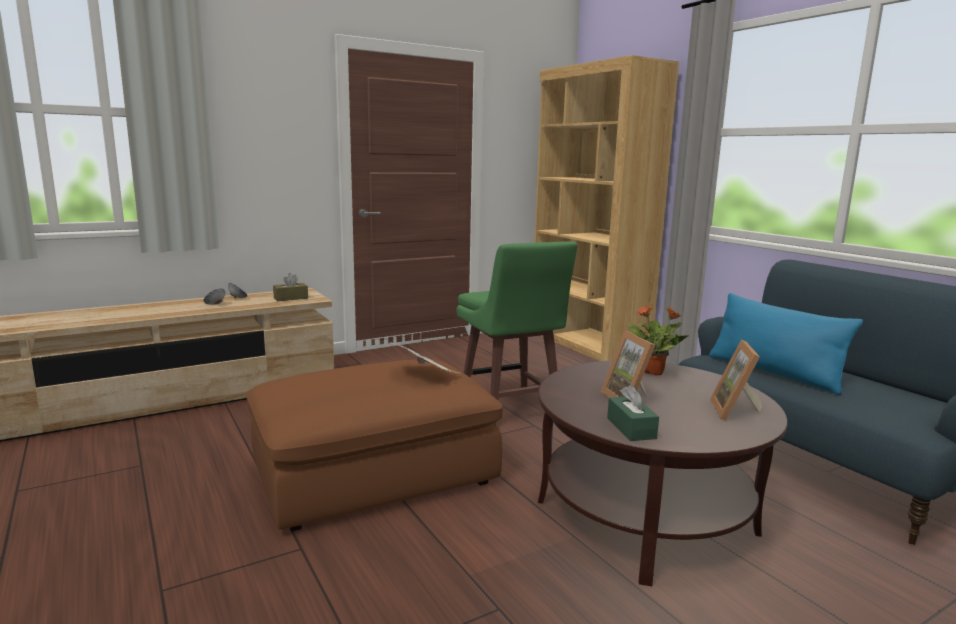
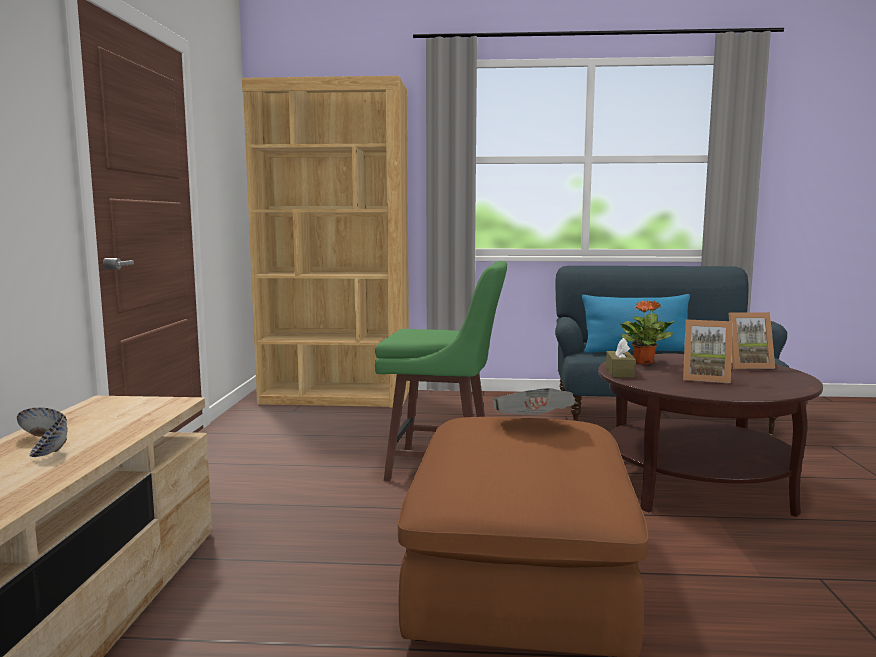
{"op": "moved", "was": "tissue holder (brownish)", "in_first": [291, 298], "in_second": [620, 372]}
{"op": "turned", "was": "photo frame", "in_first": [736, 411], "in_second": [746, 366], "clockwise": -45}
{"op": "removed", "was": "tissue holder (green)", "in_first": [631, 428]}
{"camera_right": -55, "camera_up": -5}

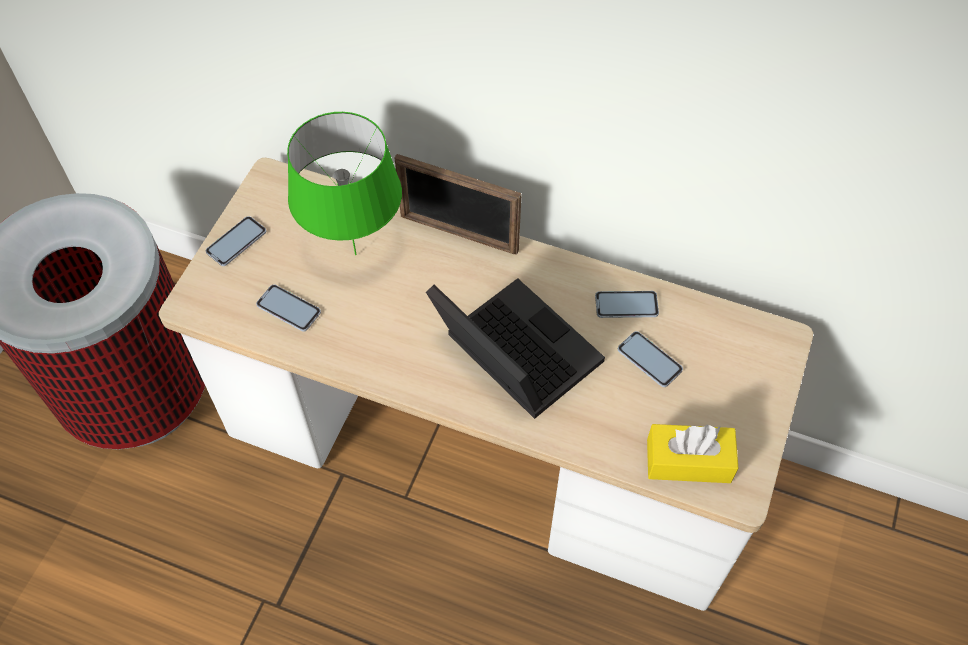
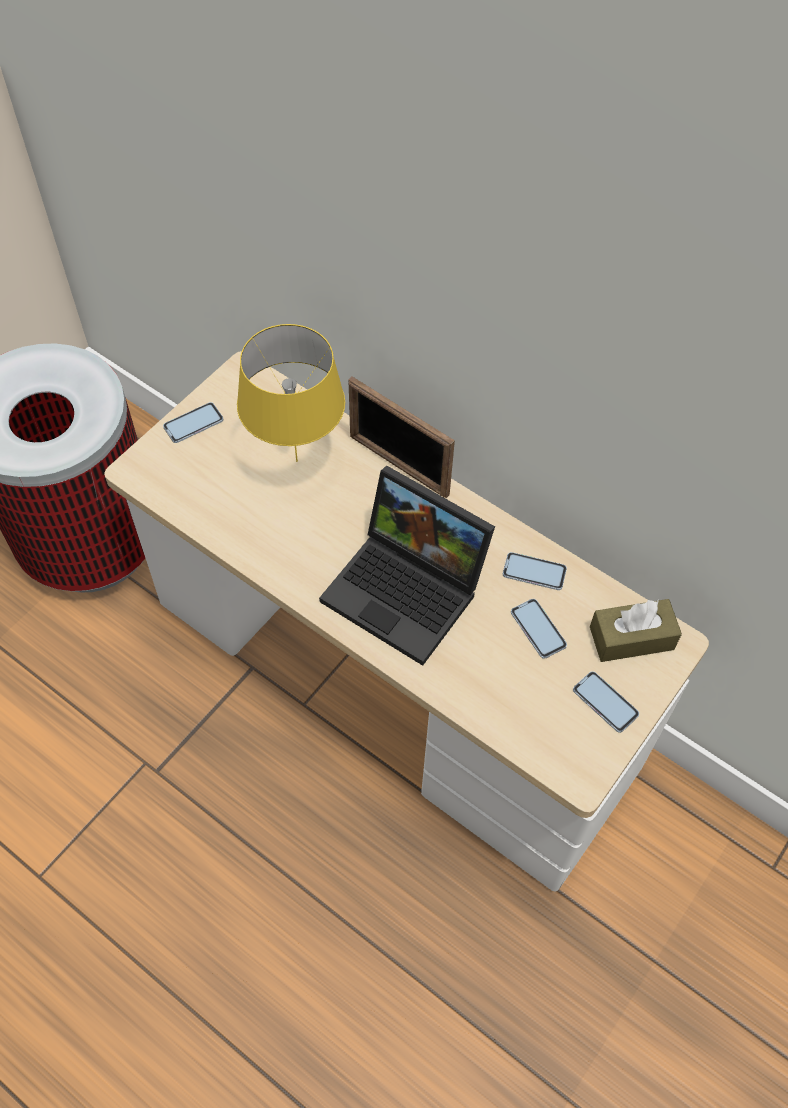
{"op": "recoloured", "was": "table lamp (green)", "now": "table lamp (yellow)", "in_first": [356, 253], "in_second": [297, 460]}
{"op": "turned", "was": "notebook computer", "in_first": [511, 354], "in_second": [408, 590], "clockwise": 150}
{"op": "moved", "was": "telephone", "in_first": [288, 308], "in_second": [605, 702]}
{"op": "added", "now": "tissue holder (brownish)", "in_second": [631, 638]}
{"op": "removed", "was": "tissue holder (yellow)", "in_first": [688, 461]}
{"camera_right": 15, "camera_up": 0}

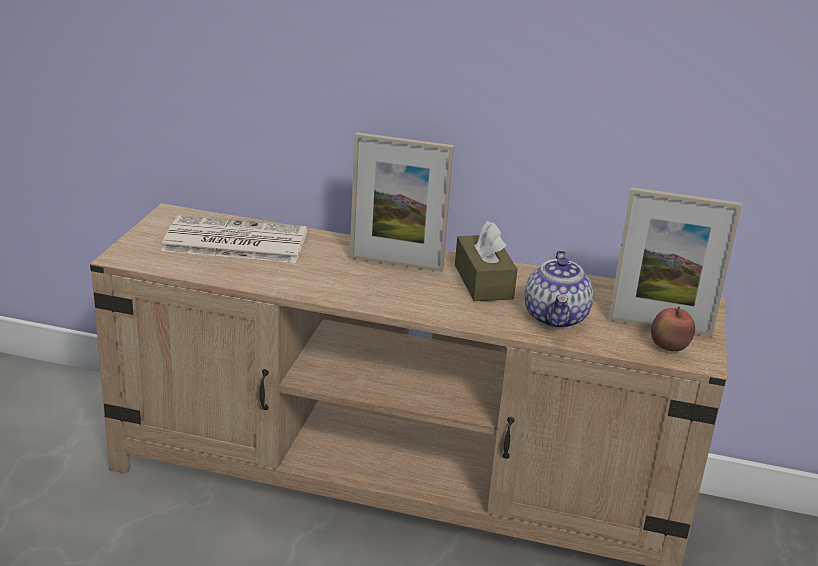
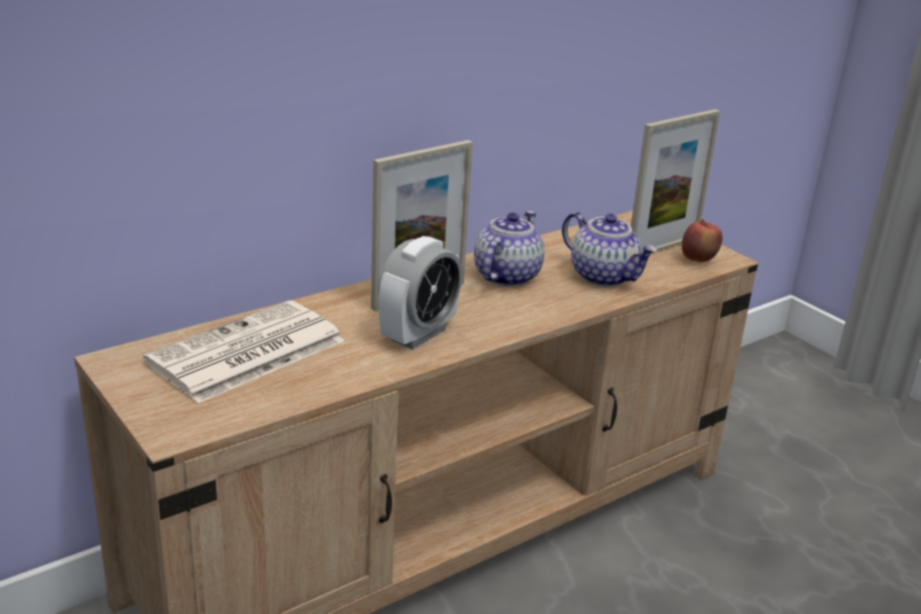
{"op": "added", "now": "bedside clock", "in_second": [418, 334]}
{"op": "replaced", "was": "tissue holder (brownish)", "now": "teapot", "in_first": [483, 282], "in_second": [506, 276]}
{"camera_right": -50, "camera_up": 0}

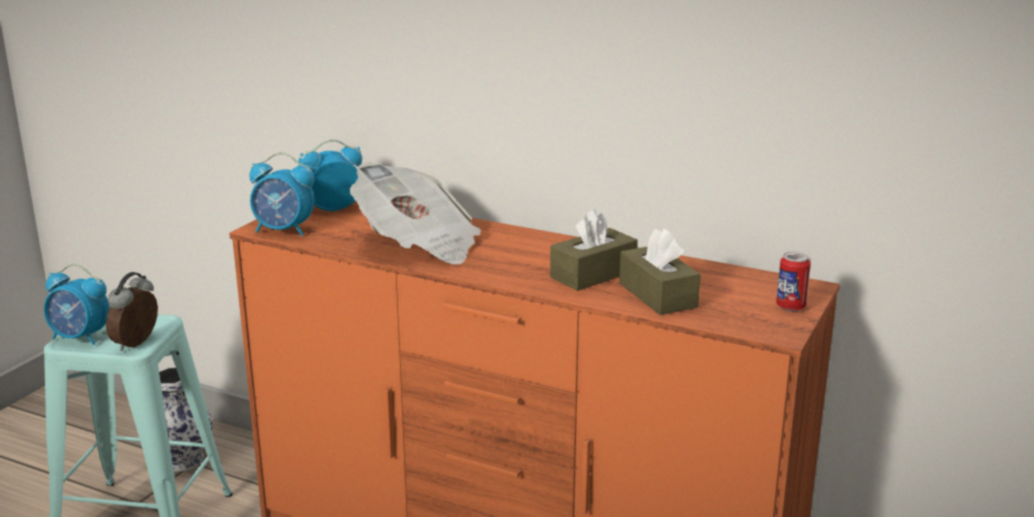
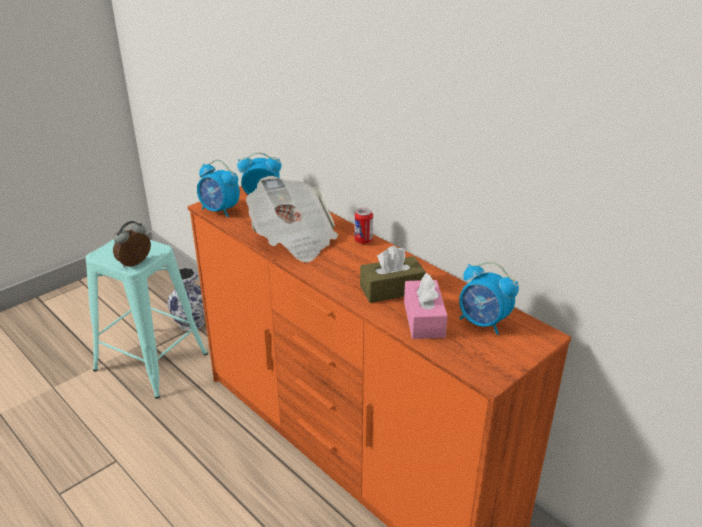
{"op": "moved", "was": "metal can", "in_first": [790, 307], "in_second": [363, 241]}
{"op": "recoloured", "was": "tissue holder (brownish)", "now": "tissue holder (pink)", "in_first": [657, 295], "in_second": [424, 319]}
{"op": "moved", "was": "bedside clock", "in_first": [80, 338], "in_second": [483, 323]}
{"camera_right": 20, "camera_up": 10}

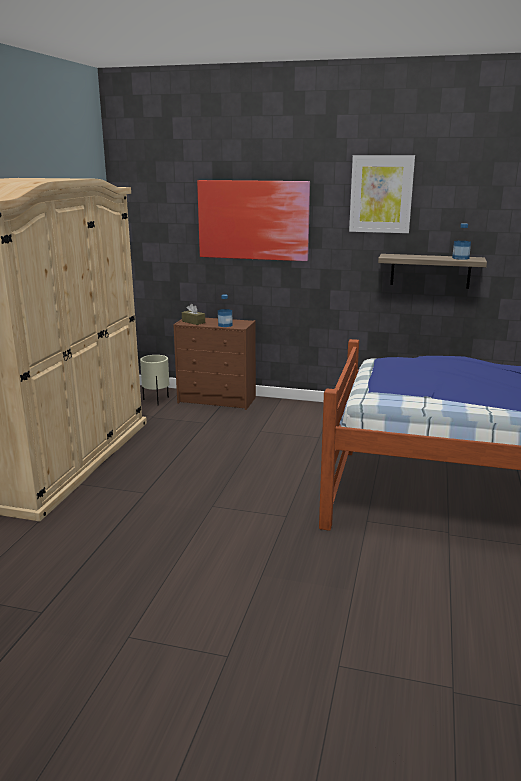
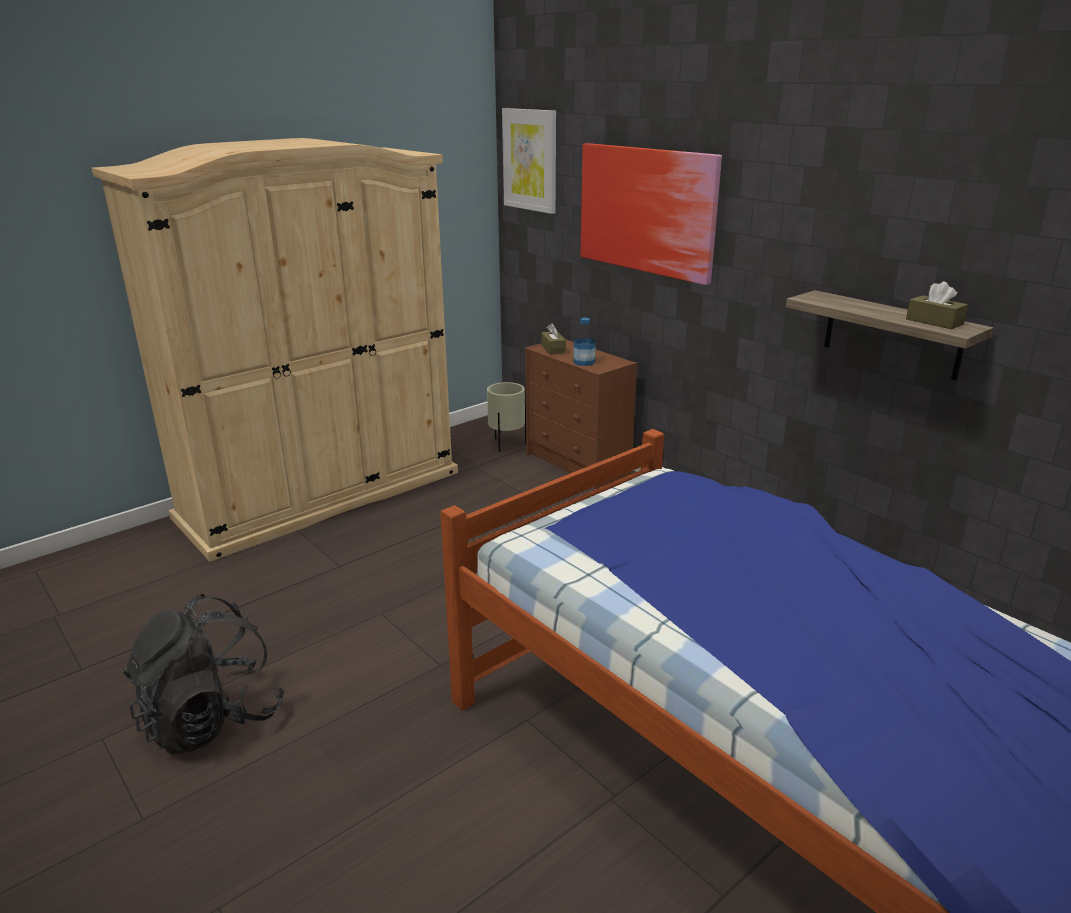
{"op": "added", "now": "knapsack (black)", "in_second": [212, 719]}
{"op": "moved", "was": "wall picture", "in_first": [381, 194], "in_second": [530, 160]}
{"op": "replaced", "was": "beverage bottle", "now": "tissue holder (brownish)", "in_first": [460, 258], "in_second": [934, 322]}
{"camera_right": 35, "camera_up": 5}

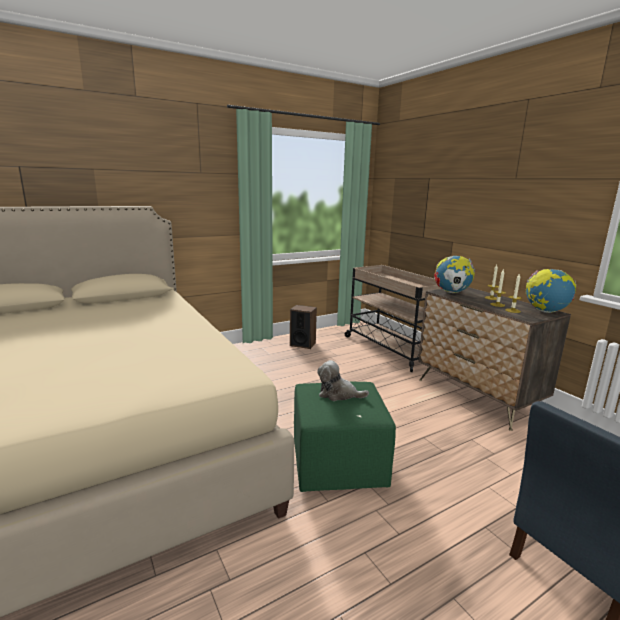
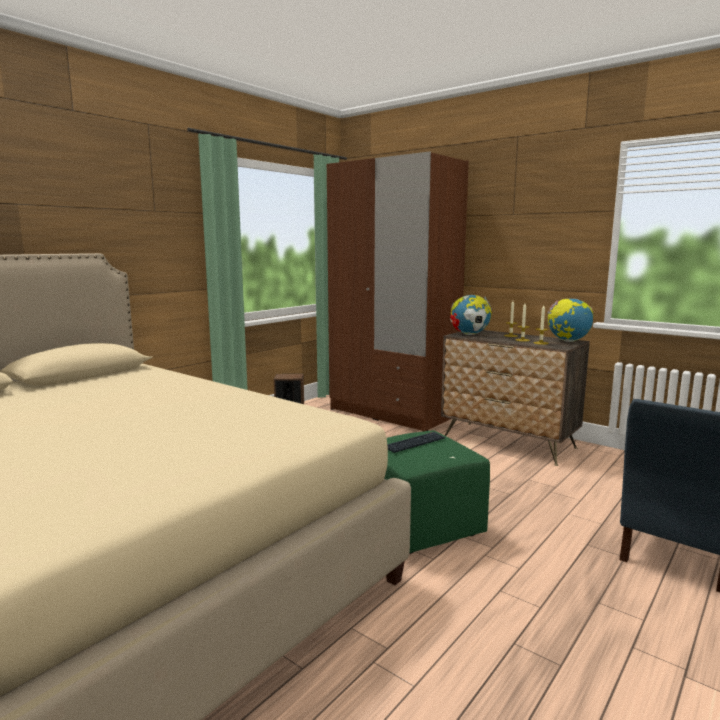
{"op": "replaced", "was": "cart (sand-coloured)", "now": "armoire (brownish)", "in_first": [391, 348], "in_second": [393, 412]}
{"op": "replaced", "was": "plush toy", "now": "PC keyboard", "in_first": [338, 394], "in_second": [415, 443]}
{"camera_right": -20, "camera_up": -5}

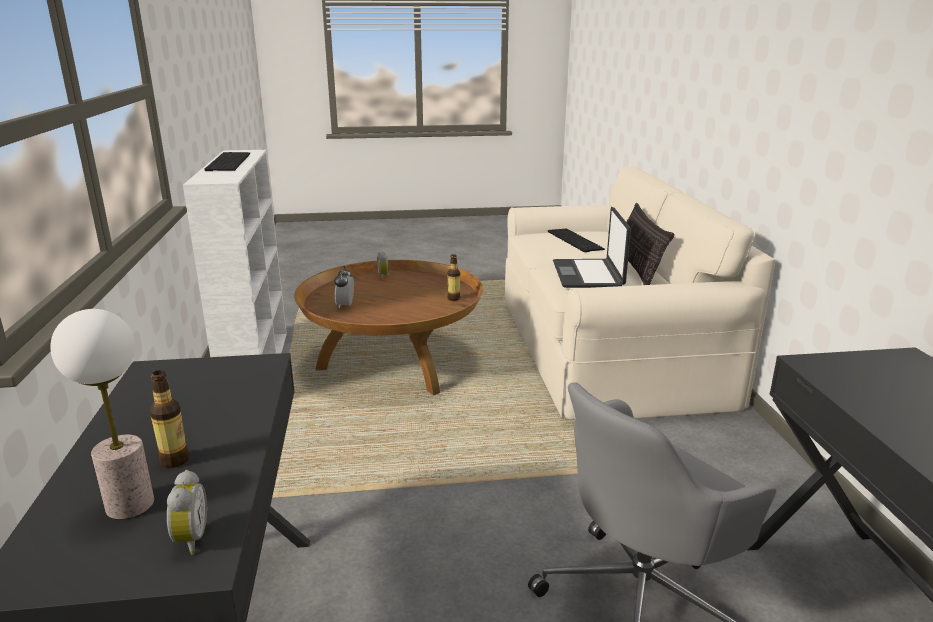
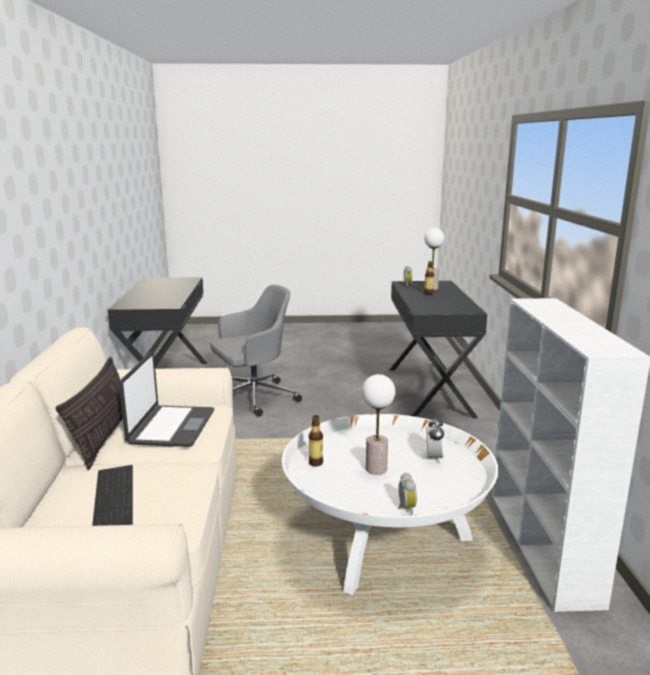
{"op": "recoloured", "was": "low table (brownish)", "now": "low table (whitish)", "in_first": [393, 365], "in_second": [385, 541]}
{"op": "added", "now": "table lamp", "in_second": [376, 469]}
{"op": "removed", "was": "PC keyboard", "in_first": [227, 161]}
{"camera_right": -175, "camera_up": -5}

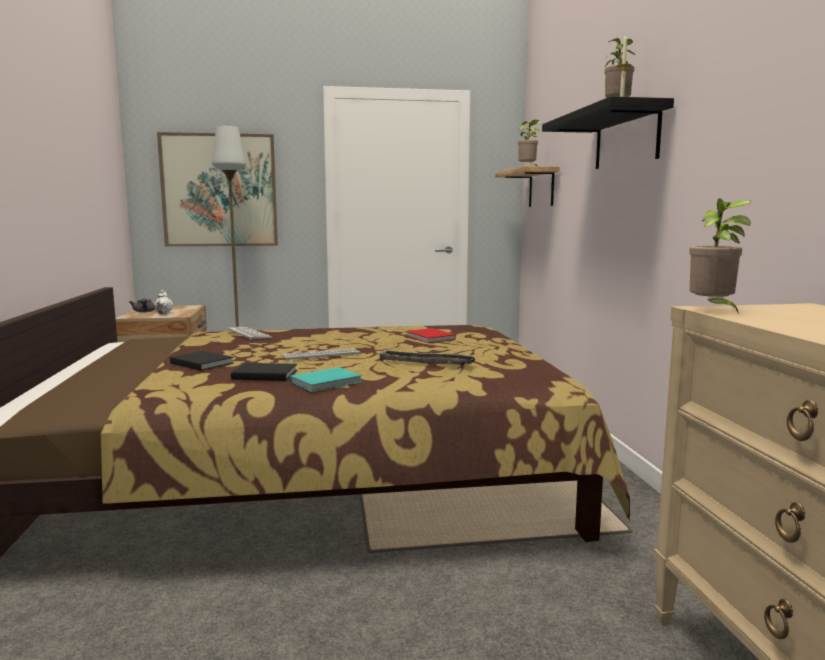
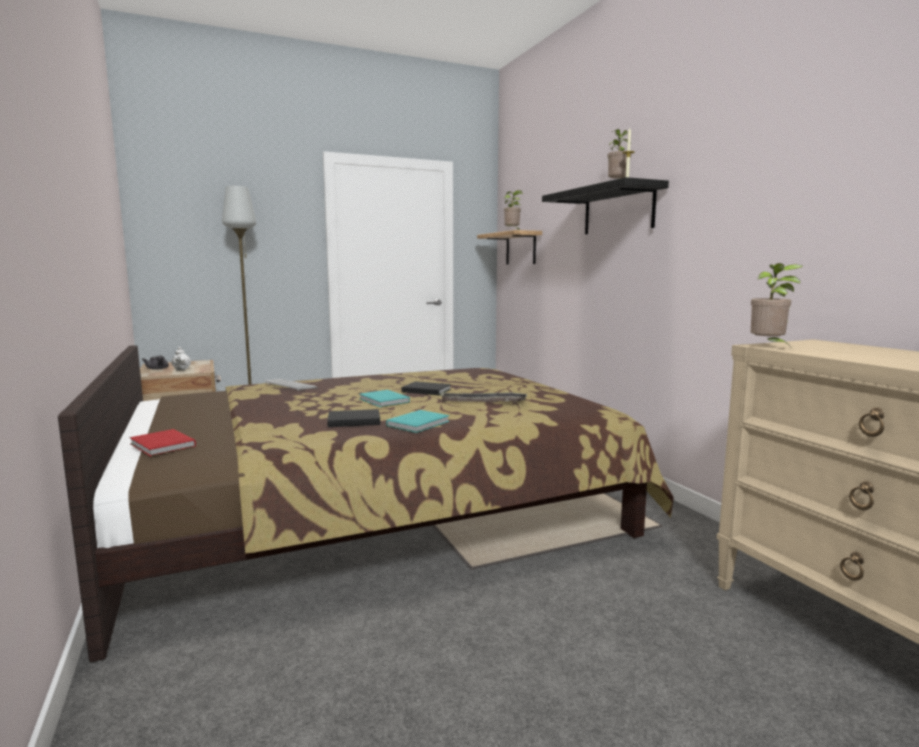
{"op": "moved", "was": "volume (reddish)", "in_first": [430, 338], "in_second": [162, 446]}
{"op": "replaced", "was": "PC keyboard", "now": "volume (turquoise-coloured)", "in_first": [320, 355], "in_second": [384, 401]}
{"op": "moved", "was": "volume (black)", "in_first": [202, 363], "in_second": [425, 390]}
{"op": "removed", "was": "wall picture", "in_first": [219, 190]}
{"camera_right": -15, "camera_up": 0}

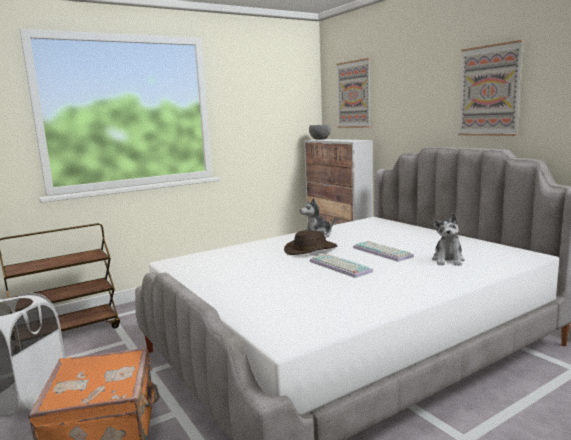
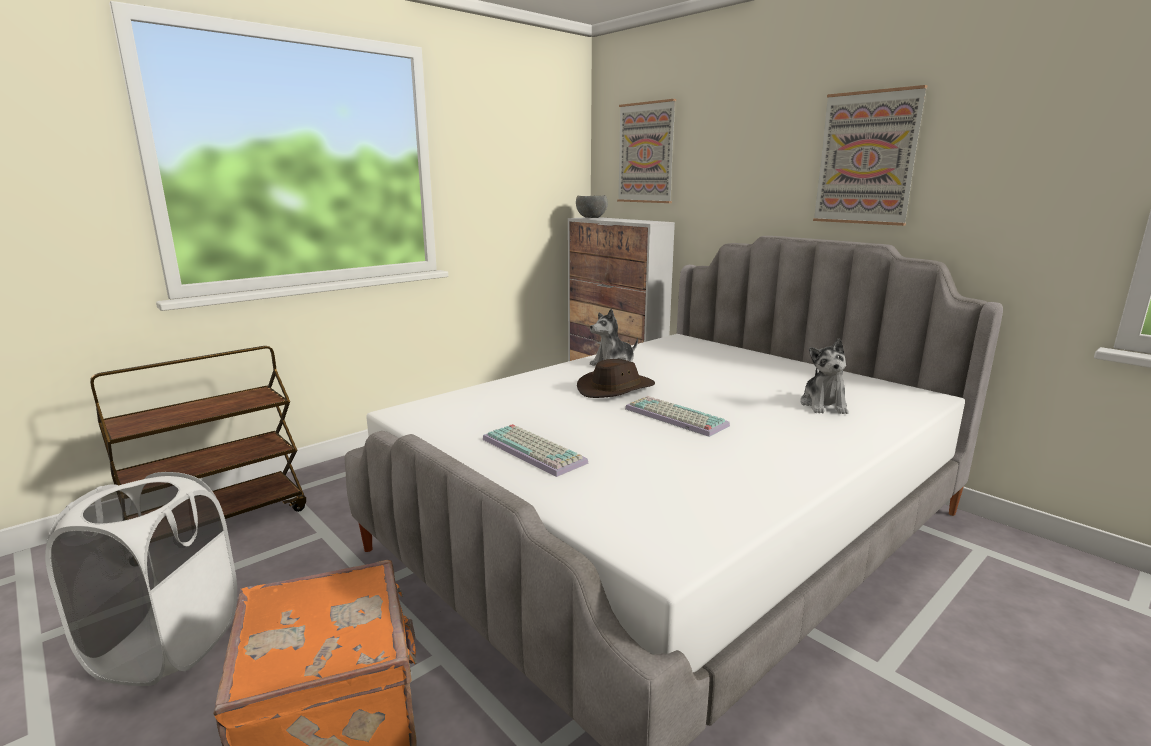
{"op": "moved", "was": "PC keyboard", "in_first": [383, 252], "in_second": [535, 450]}
{"camera_right": -10, "camera_up": 5}

